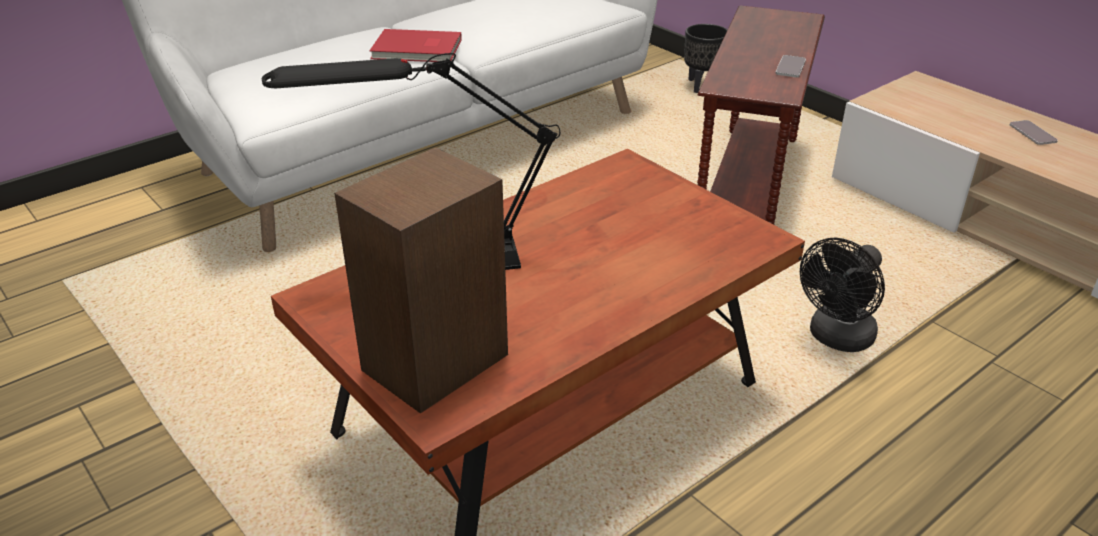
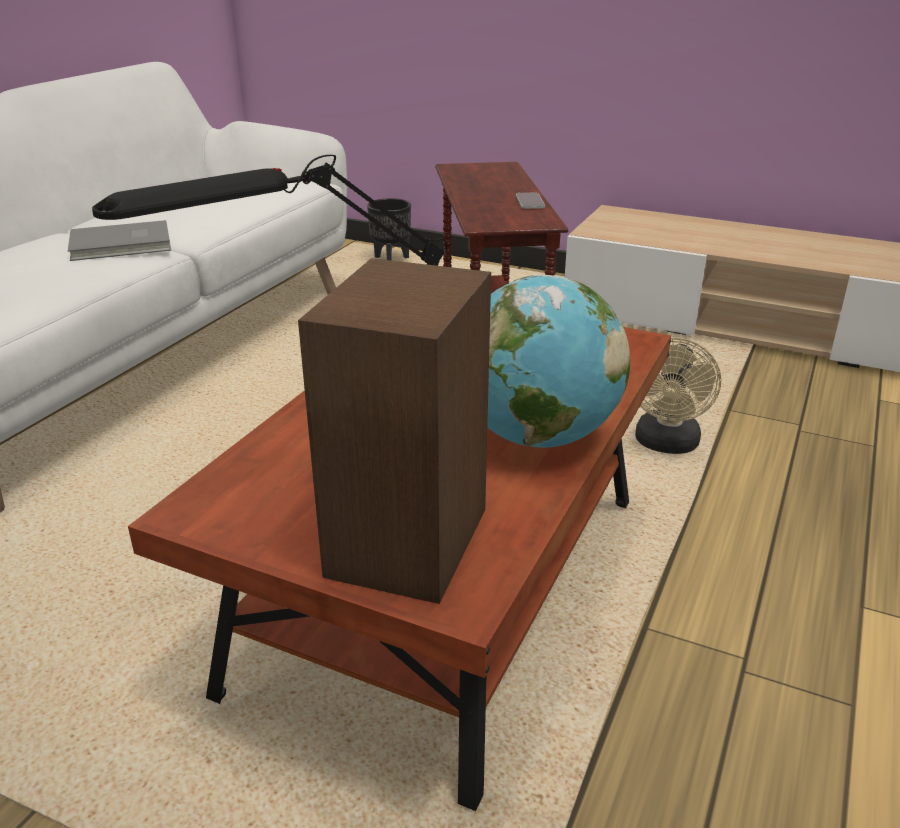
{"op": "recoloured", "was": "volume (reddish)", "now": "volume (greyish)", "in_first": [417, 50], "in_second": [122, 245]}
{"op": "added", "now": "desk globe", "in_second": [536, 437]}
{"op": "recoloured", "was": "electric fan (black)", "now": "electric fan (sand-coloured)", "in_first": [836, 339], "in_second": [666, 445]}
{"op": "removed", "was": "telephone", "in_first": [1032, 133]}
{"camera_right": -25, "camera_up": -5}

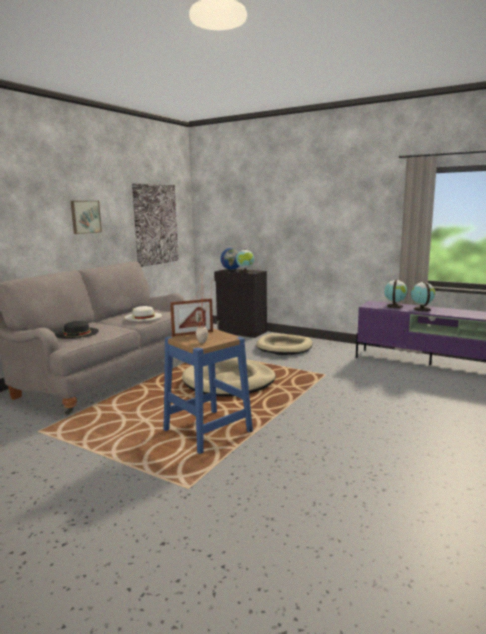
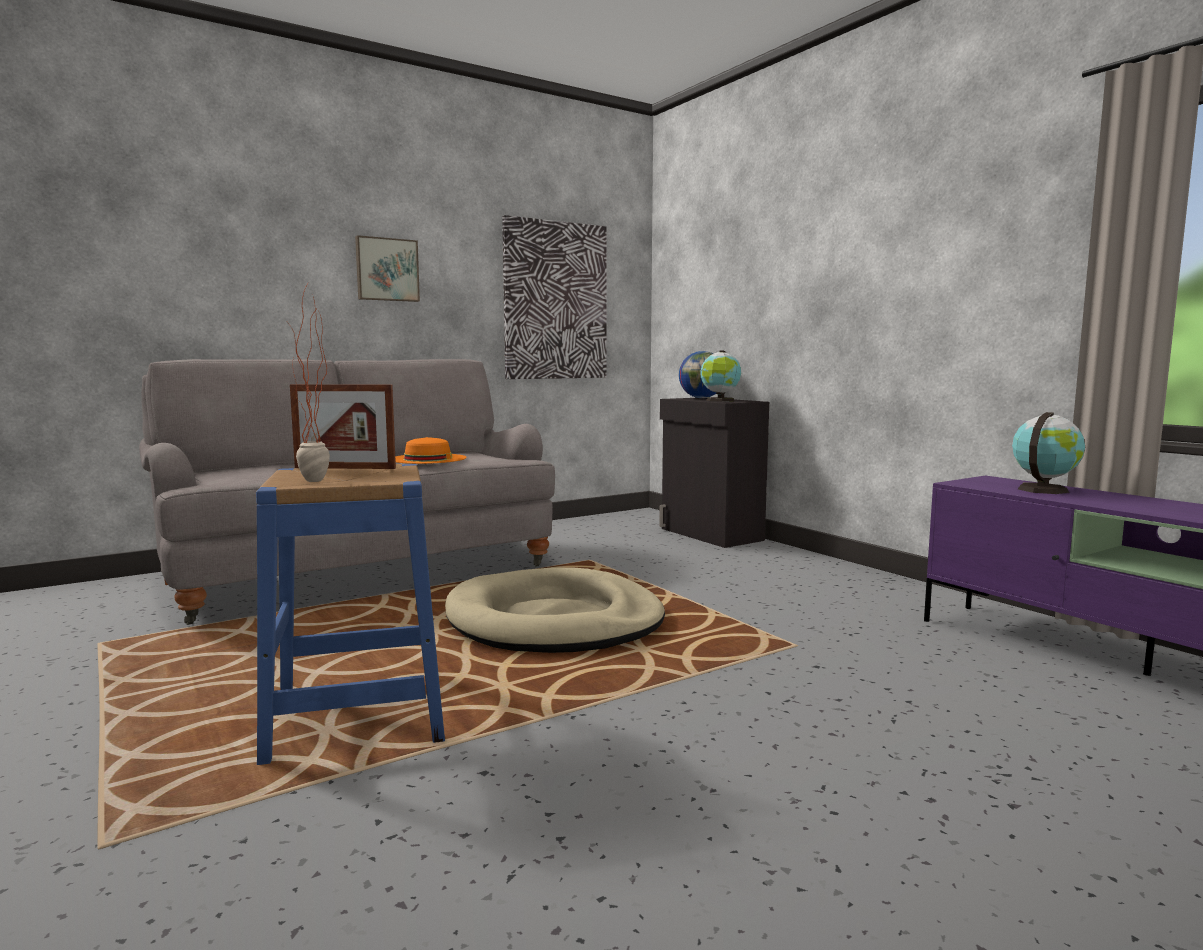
{"op": "recoloured", "was": "clothing hat (whitish)", "now": "clothing hat (orangey)", "in_first": [143, 316], "in_second": [428, 459]}
{"op": "removed", "was": "clothing hat (black)", "in_first": [77, 333]}
{"op": "removed", "was": "dog cushion (sand-coloured)", "in_first": [284, 347]}
{"op": "removed", "was": "desk globe", "in_first": [421, 309]}
{"camera_right": 25, "camera_up": -5}

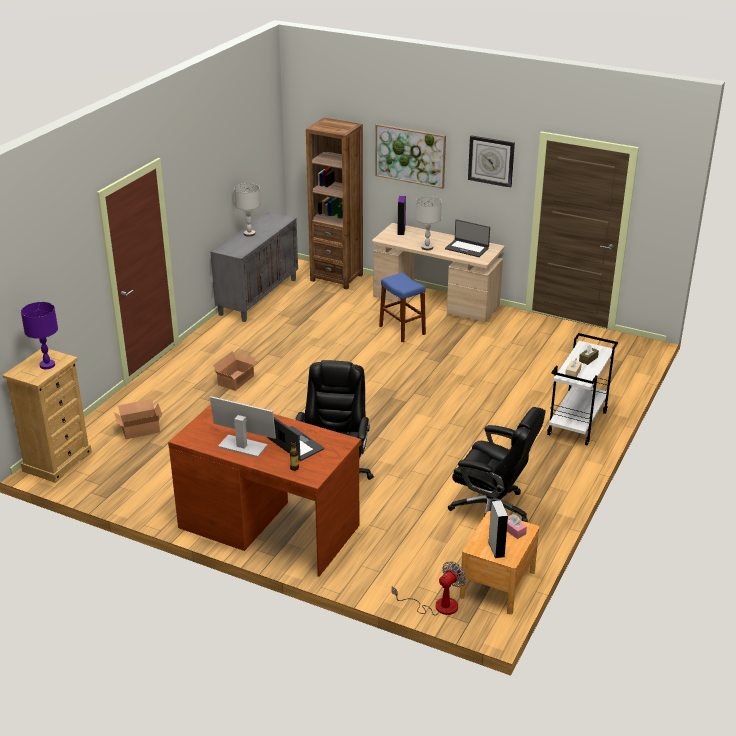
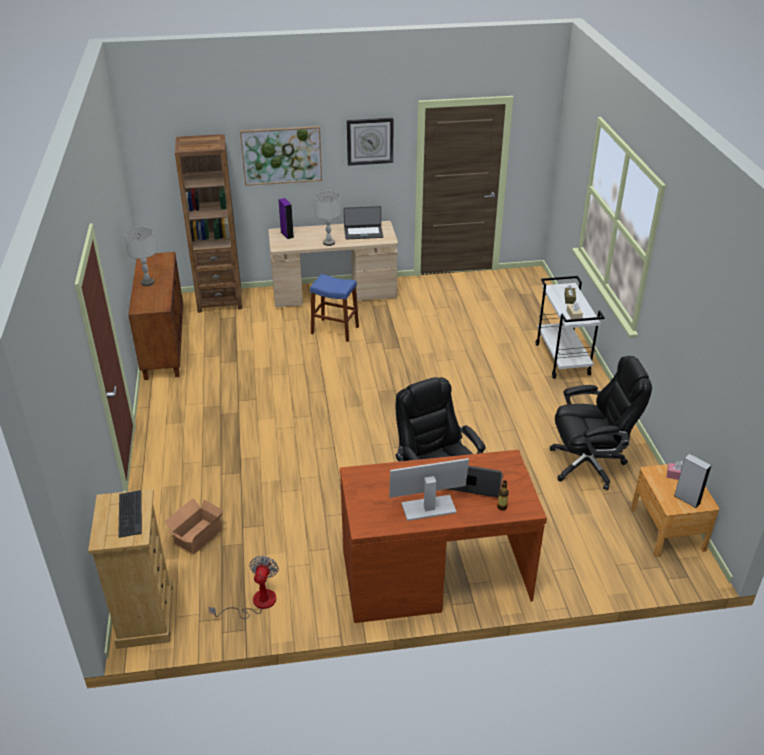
{"op": "replaced", "was": "table lamp (purple-coloured)", "now": "PC keyboard", "in_first": [47, 365], "in_second": [129, 514]}
{"op": "recoloured", "was": "cabinet (greyish)", "now": "cabinet (brownish)", "in_first": [258, 296], "in_second": [163, 346]}
{"op": "moved", "was": "electric fan", "in_first": [437, 606], "in_second": [256, 603]}
{"op": "removed", "was": "packing box", "in_first": [237, 380]}
{"camera_right": -35, "camera_up": 5}

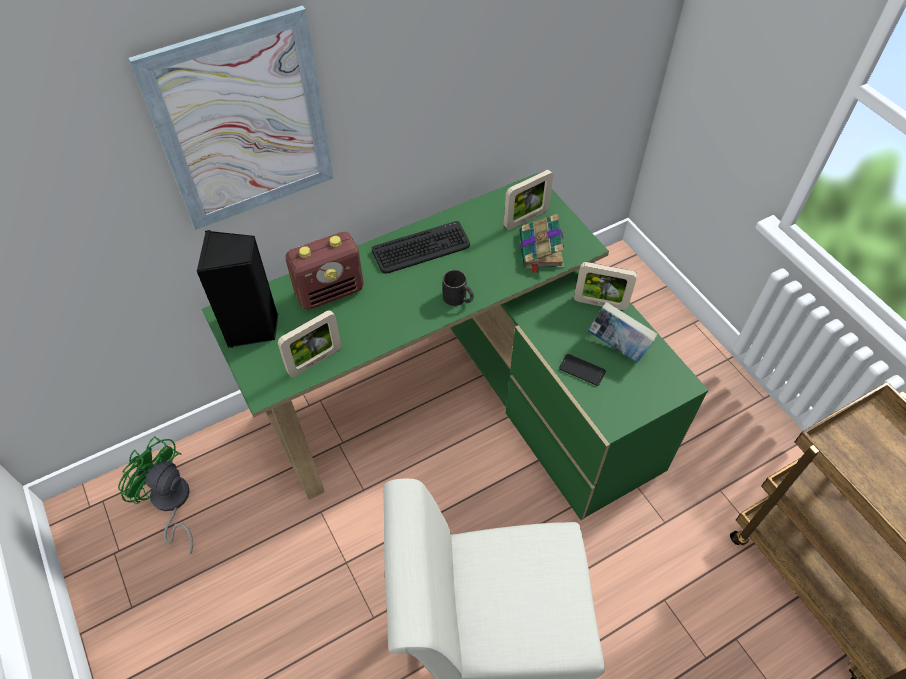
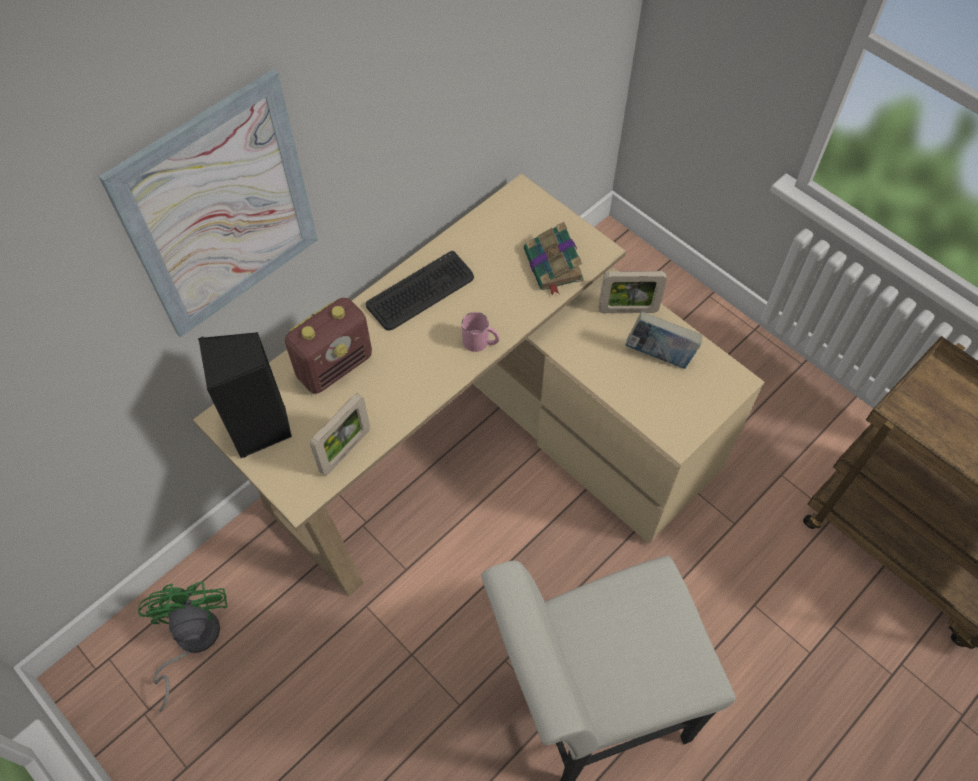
{"op": "turned", "was": "electric fan (green)", "in_first": [171, 503], "in_second": [191, 641], "clockwise": 60}
{"op": "recoloured", "was": "desk table (green)", "now": "desk table (sand-coloured)", "in_first": [464, 403], "in_second": [488, 444]}
{"op": "recoloured", "was": "coffee mug (black)", "now": "coffee mug (pink)", "in_first": [458, 299], "in_second": [481, 342]}
{"op": "removed", "was": "photo frame", "in_first": [526, 219]}
{"op": "removed", "was": "telephone", "in_first": [582, 370]}
{"camera_right": -15, "camera_up": 5}

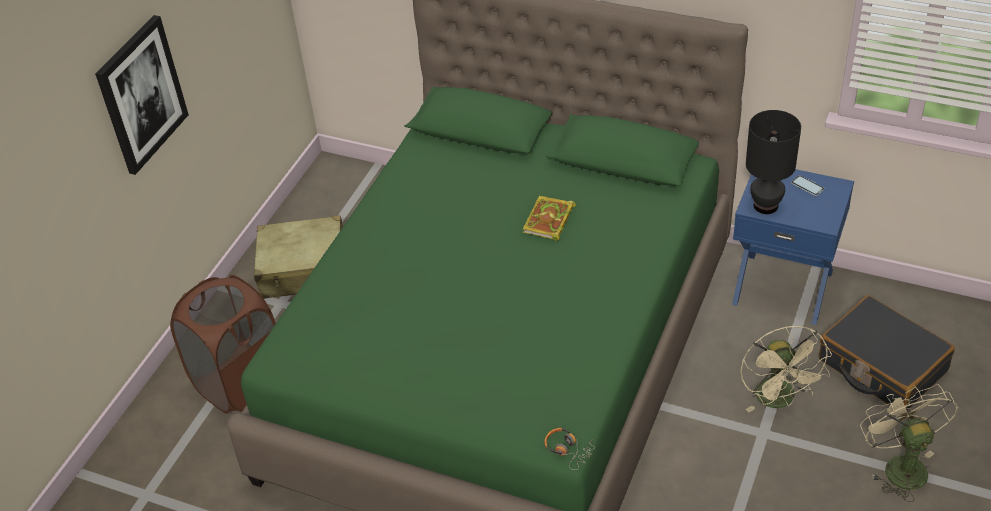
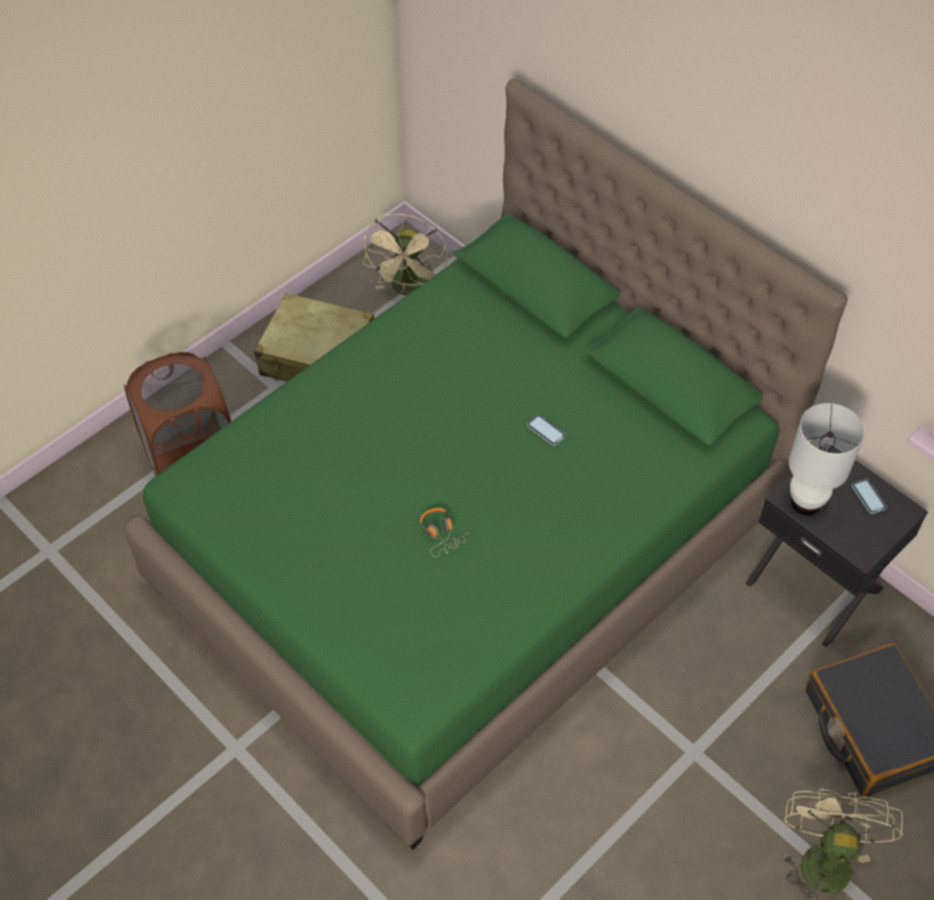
{"op": "moved", "was": "electric fan (sand-coloured)", "in_first": [779, 400], "in_second": [410, 290]}
{"op": "moved", "was": "pair of headphones", "in_first": [568, 450], "in_second": [441, 534]}
{"op": "replaced", "was": "volume", "now": "telephone", "in_first": [549, 221], "in_second": [546, 431]}
{"op": "recoloured", "was": "bedside table (blue-coloured)", "now": "bedside table (black)", "in_first": [783, 286], "in_second": [815, 584]}
{"op": "recoloured", "was": "table lamp (black)", "now": "table lamp (whitish)", "in_first": [766, 205], "in_second": [806, 502]}
{"op": "removed", "was": "wall picture", "in_first": [141, 94]}
{"camera_right": 20, "camera_up": 10}

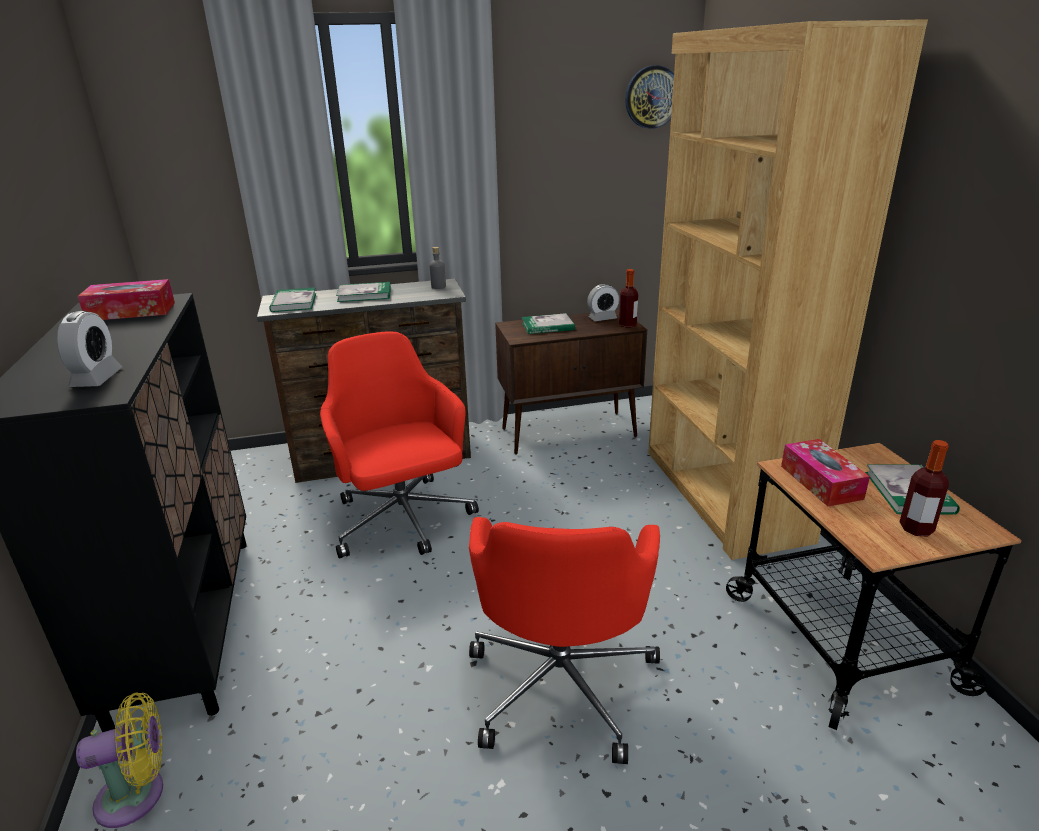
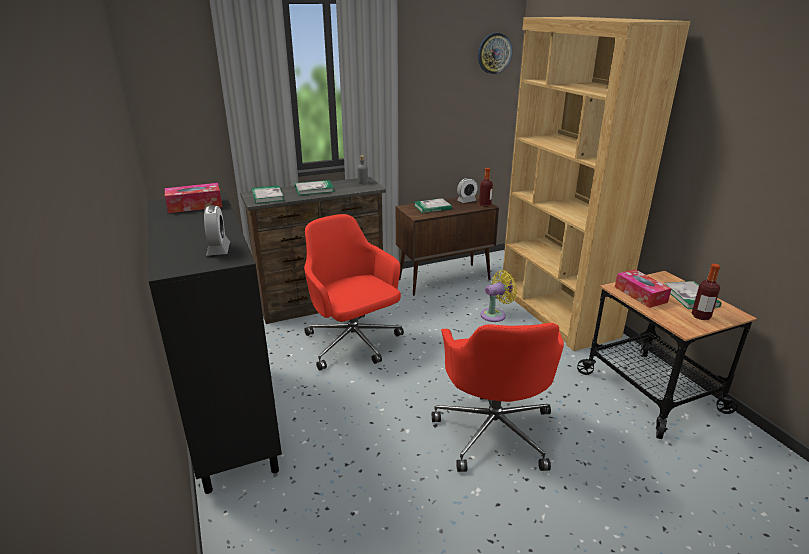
{"op": "moved", "was": "electric fan (yellow)", "in_first": [137, 795], "in_second": [495, 314]}
{"camera_right": -10, "camera_up": 0}

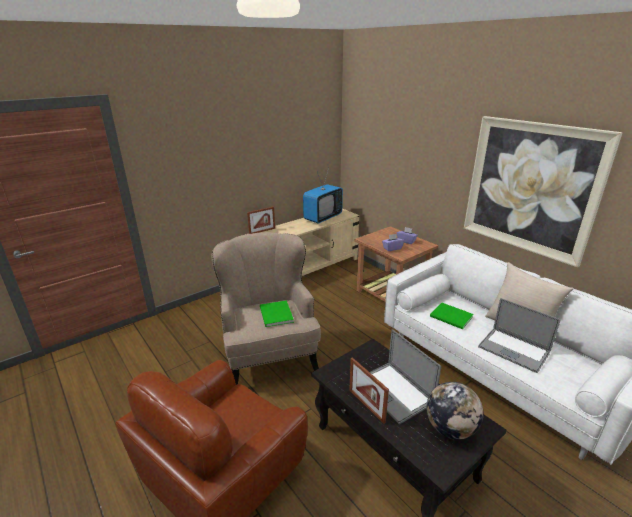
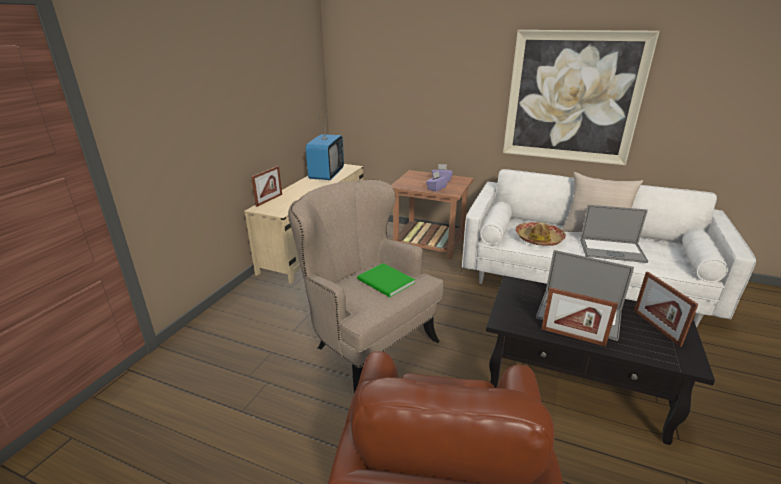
{"op": "replaced", "was": "volume (green)", "now": "clothing hat", "in_first": [452, 317], "in_second": [538, 239]}
{"op": "replaced", "was": "desk globe", "now": "photo frame", "in_first": [450, 428], "in_second": [656, 327]}
{"camera_right": -30, "camera_up": 0}

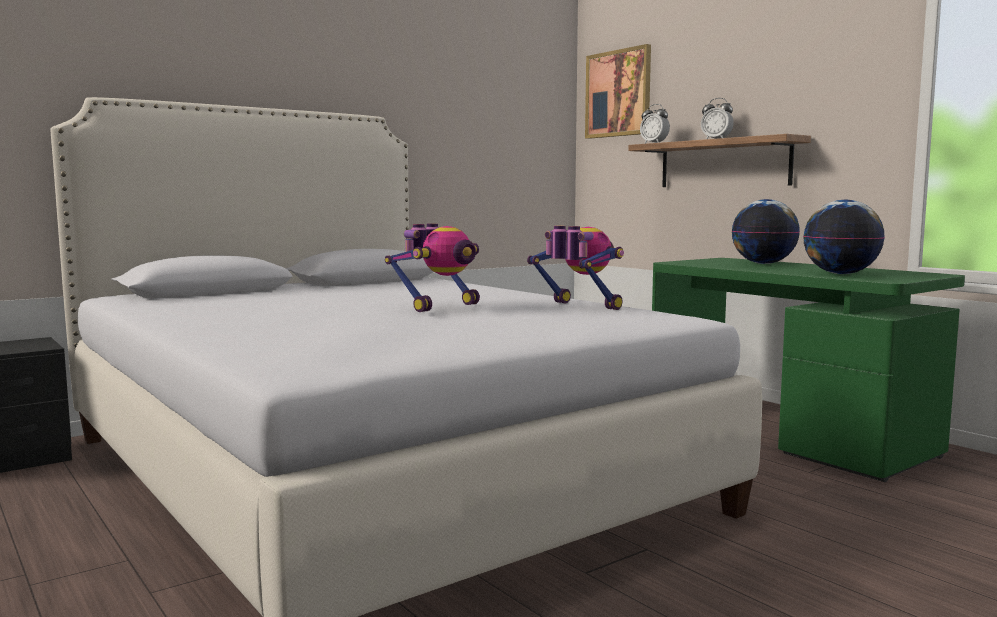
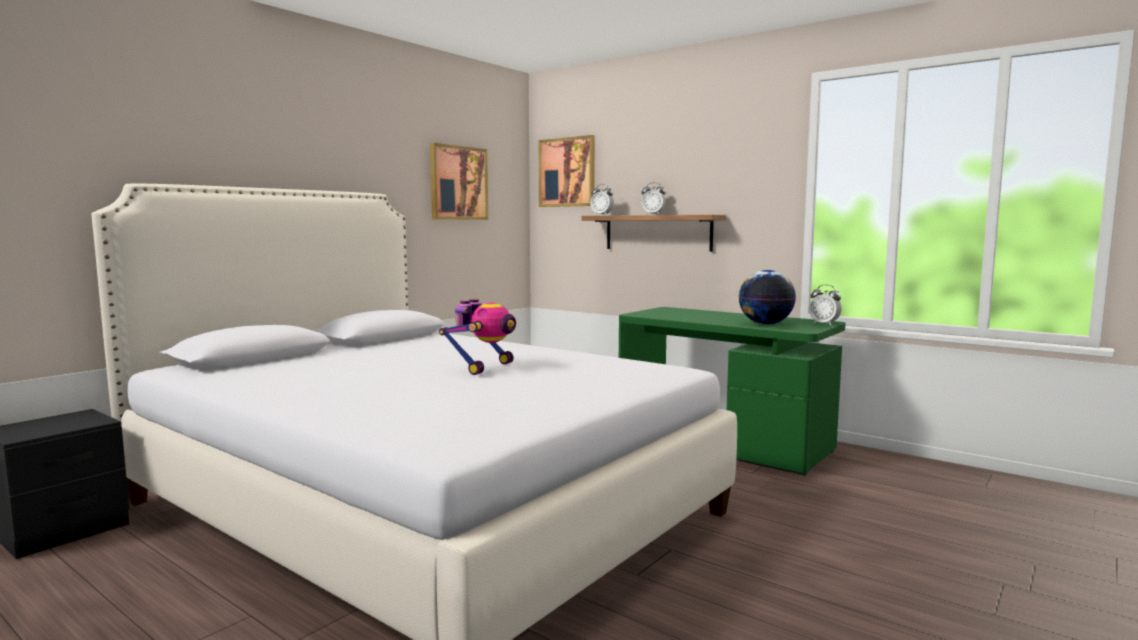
{"op": "added", "now": "wall picture", "in_second": [458, 183]}
{"op": "added", "now": "bedside clock", "in_second": [824, 324]}
{"op": "removed", "was": "toy robot", "in_first": [579, 307]}
{"op": "removed", "was": "desk globe", "in_first": [763, 263]}
{"camera_right": -15, "camera_up": 0}

